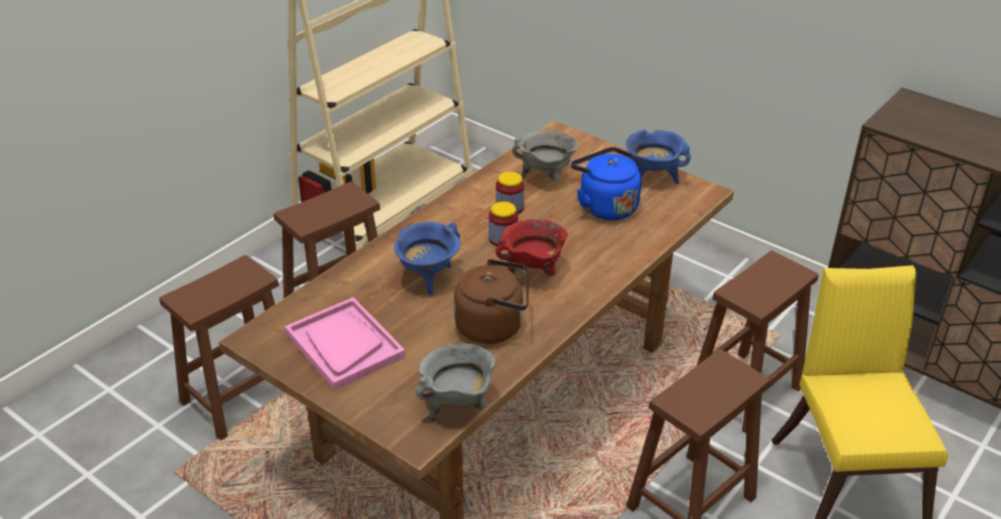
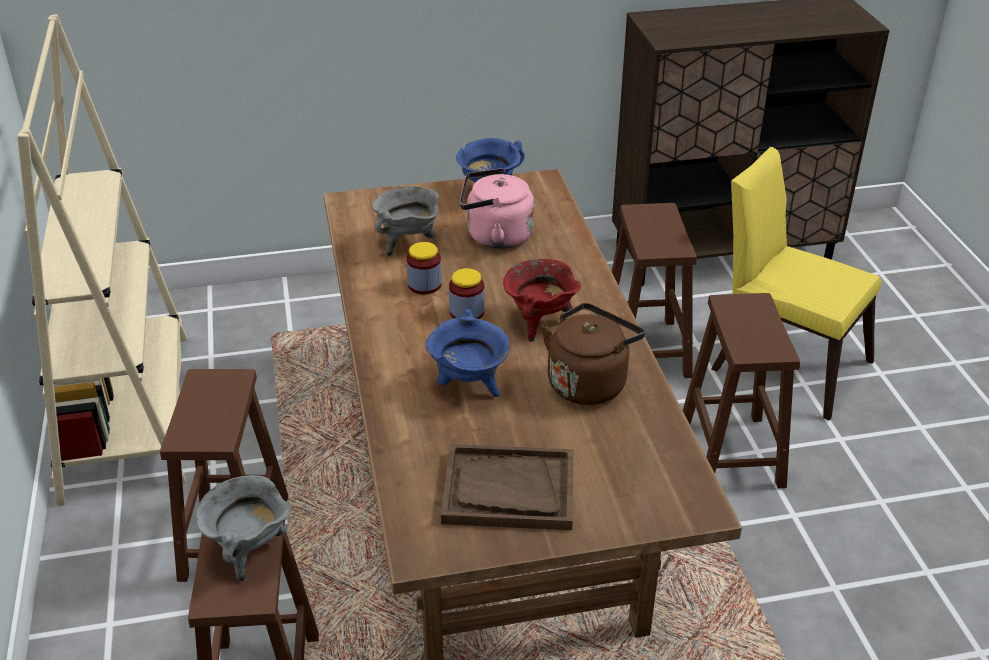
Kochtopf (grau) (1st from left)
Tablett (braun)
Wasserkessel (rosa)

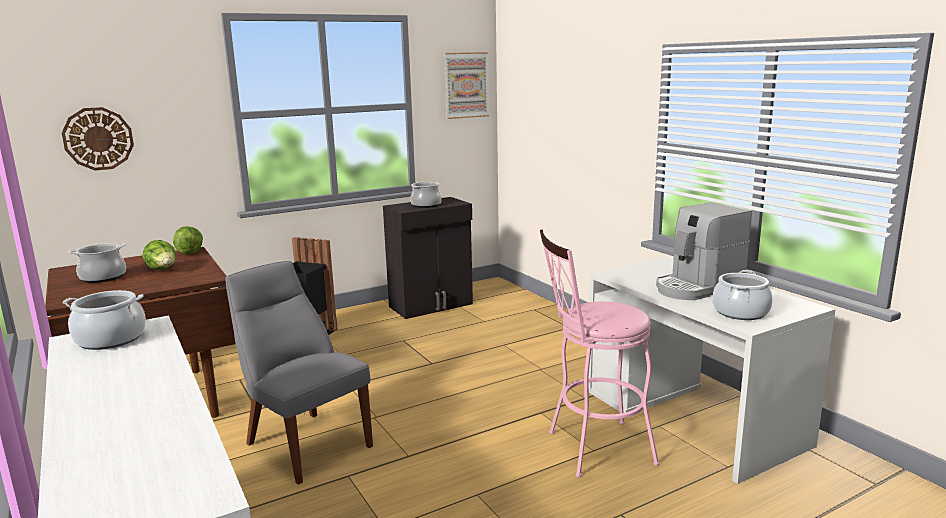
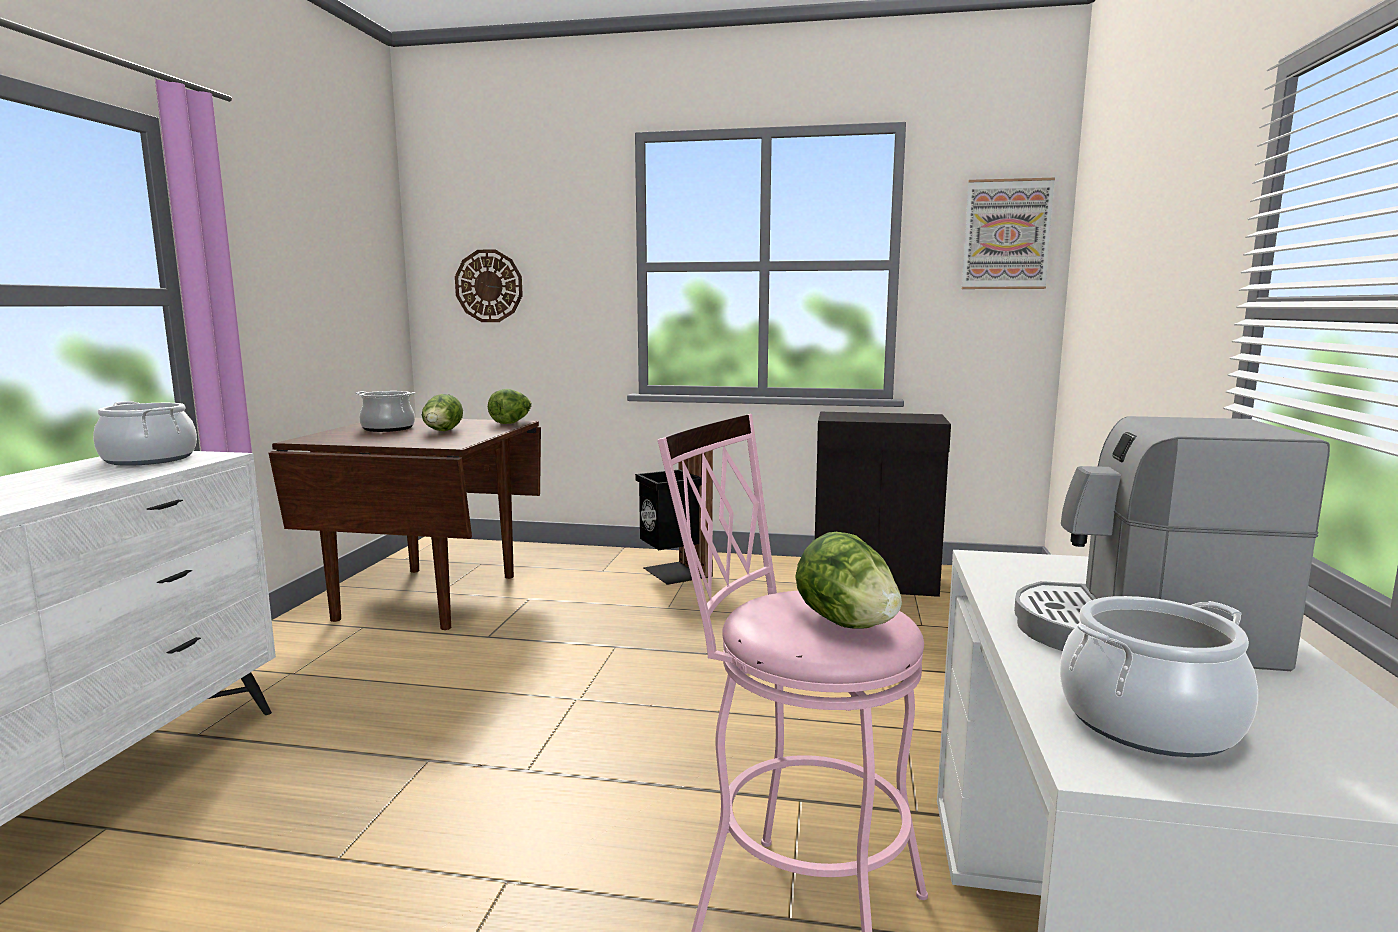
Salatkopf (3rd from left)
Stuhl (grau)
Kochtopf (3rd from left in the first image)

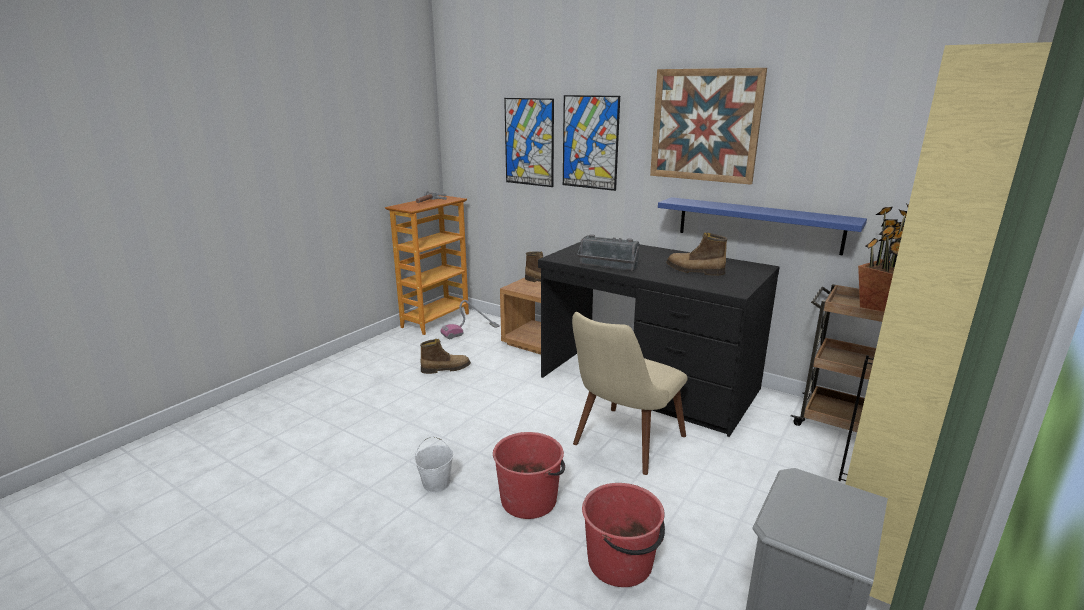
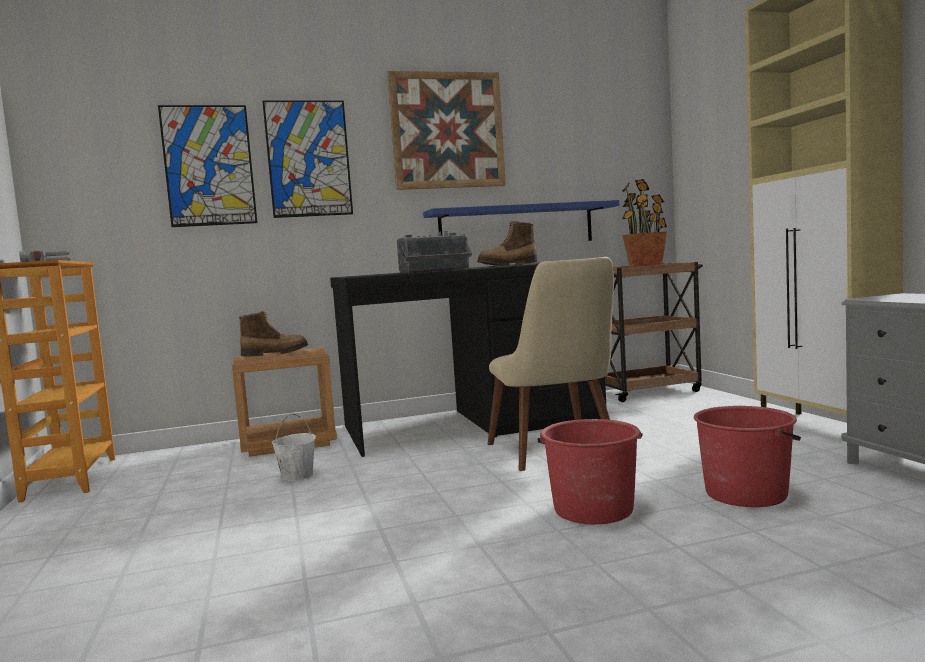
Eimer (weiß)
Stiefel (1st from left in the first image)
Staubsauger

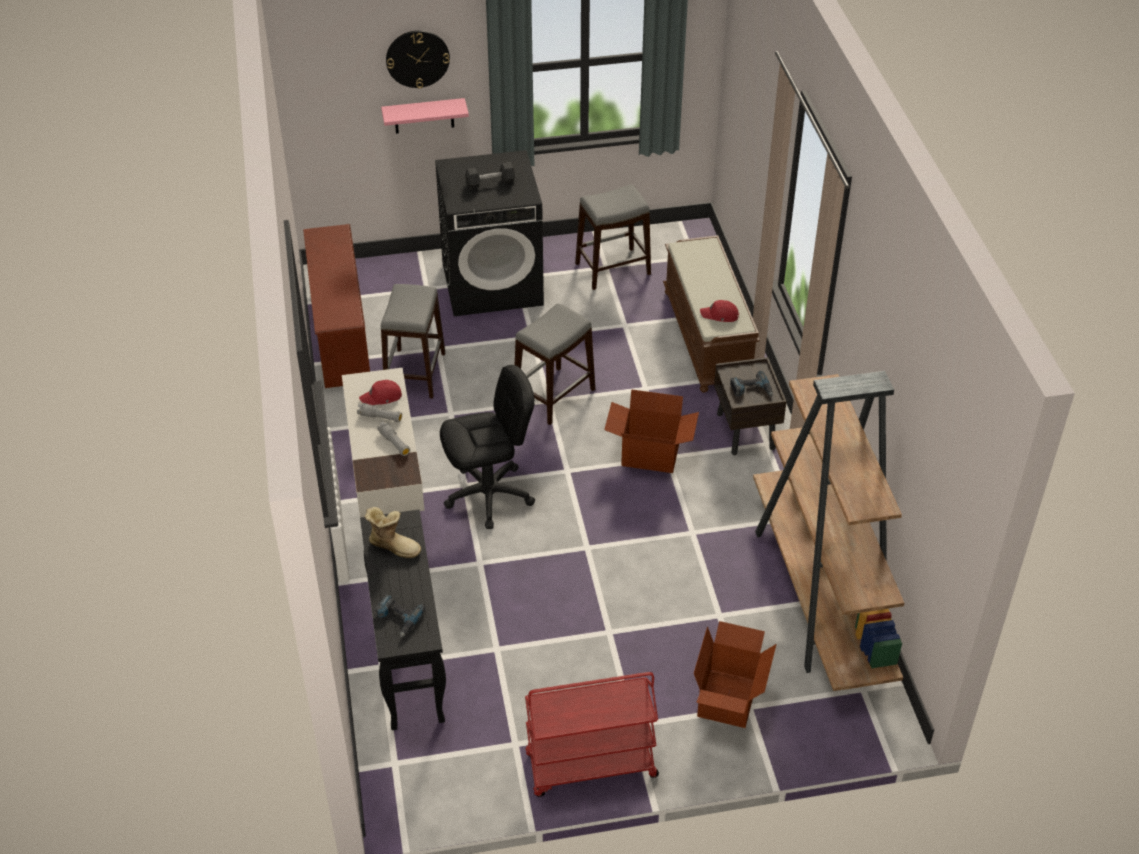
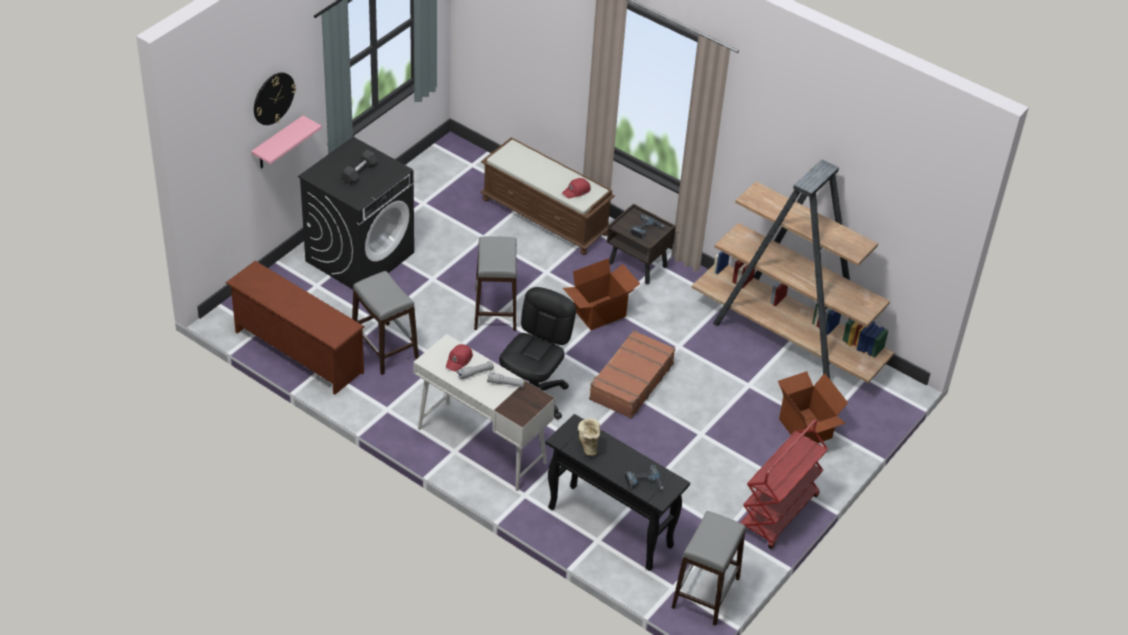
Stiefel
Koffer (braun)
Hocker (grau) (3rd from left)

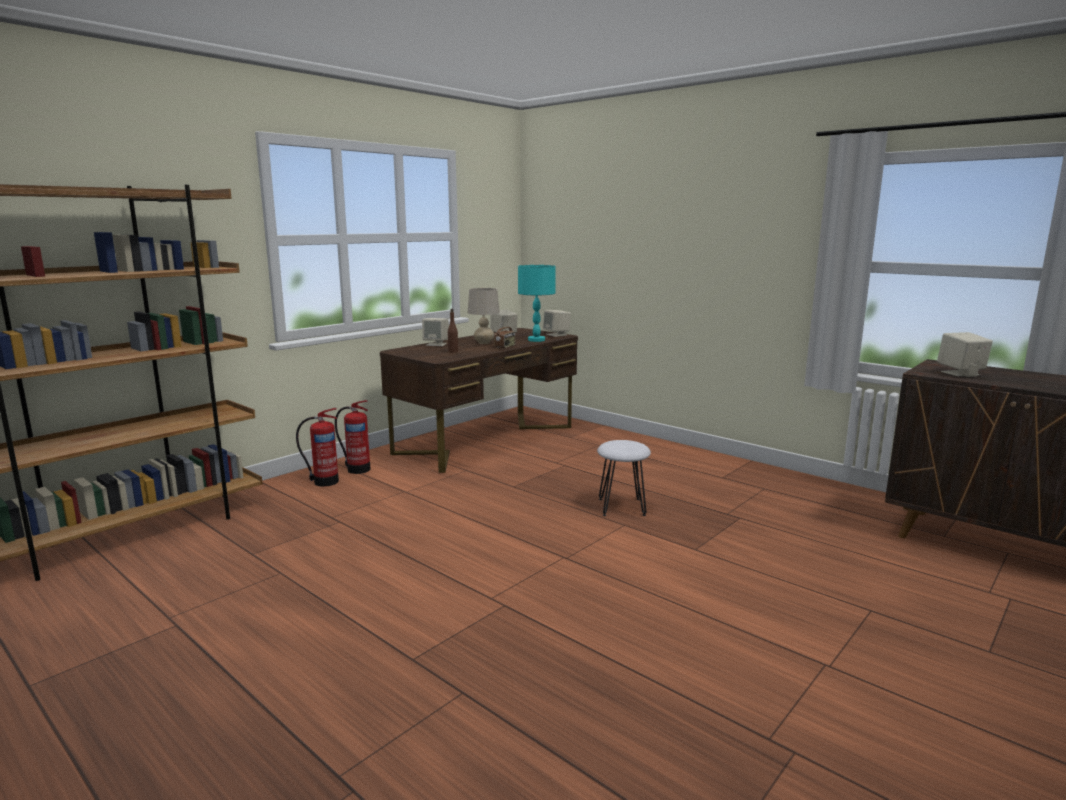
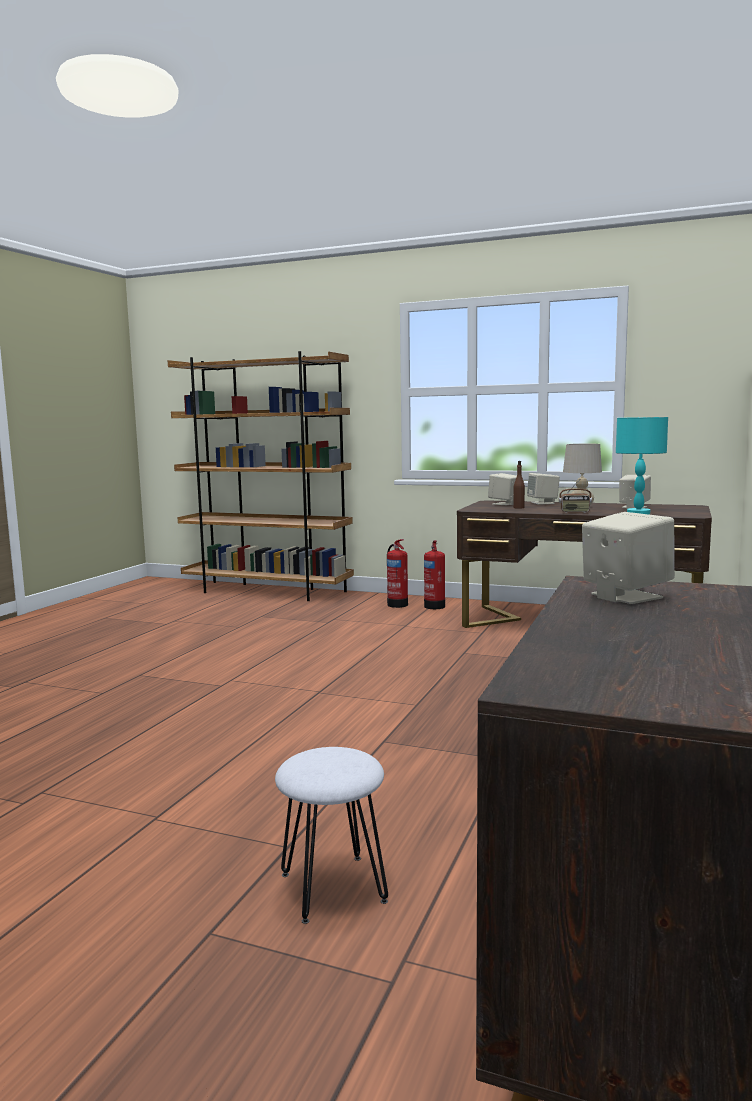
Hocker (weiß)
Lautsprecher (beige) (1st from left)

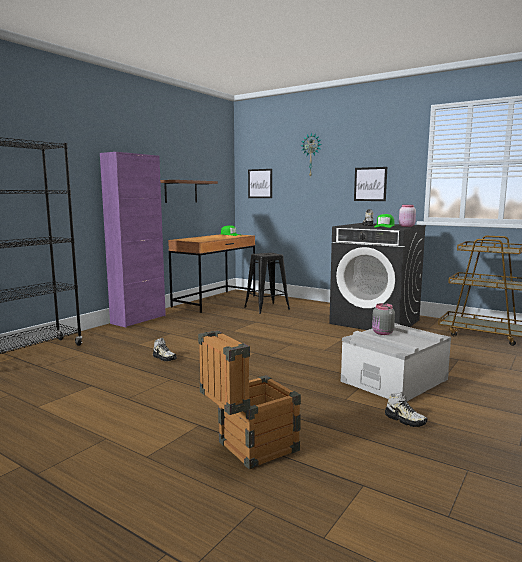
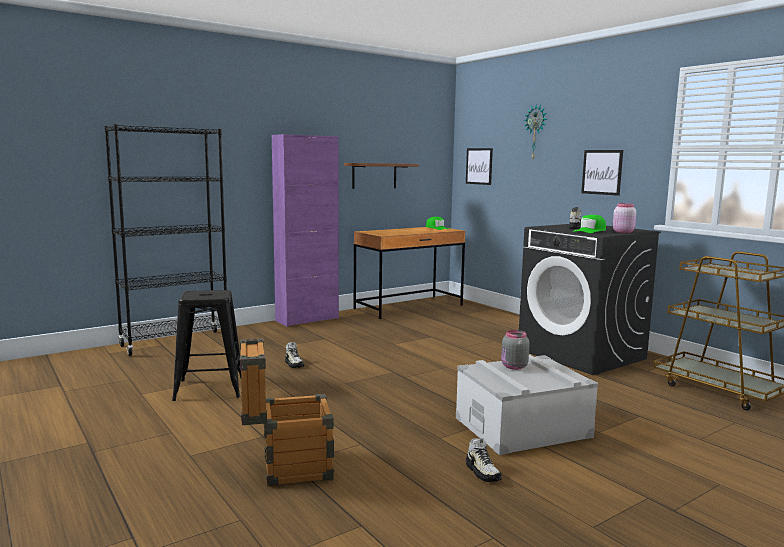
Hocker (schwarz)

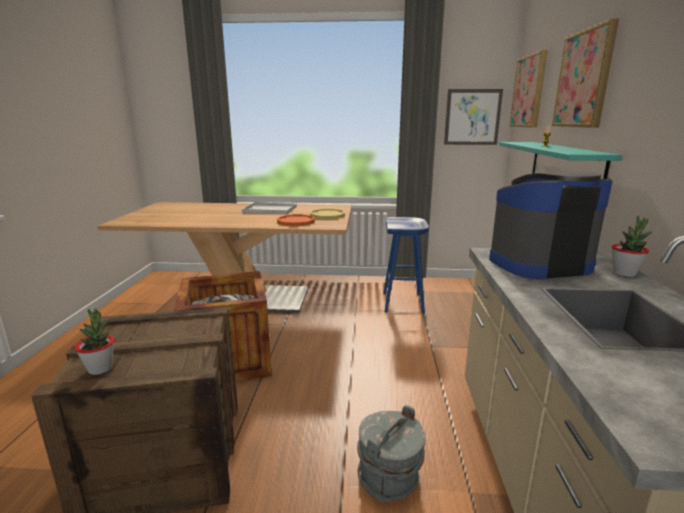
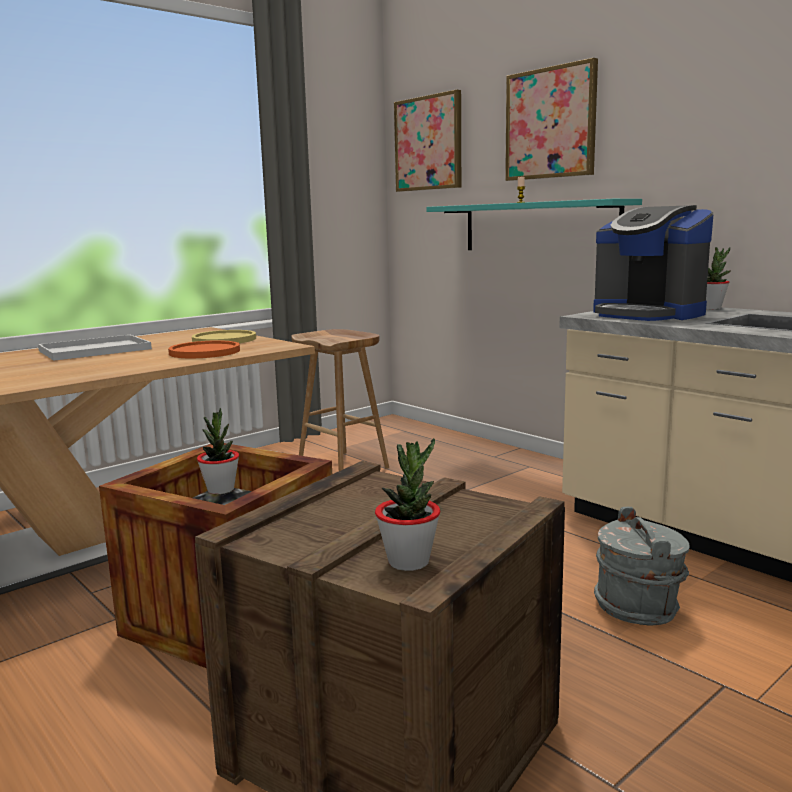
Topfpflanze (1st from left)
Hocker (braun)
Kaffeemaschine
Bild (1st from left in the first image)

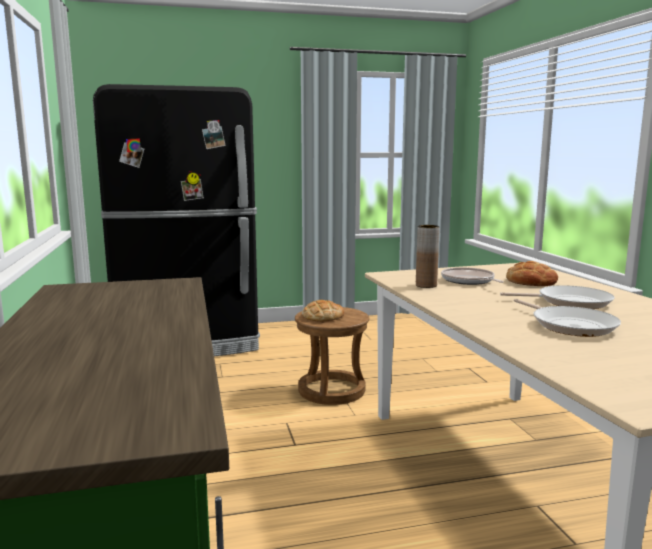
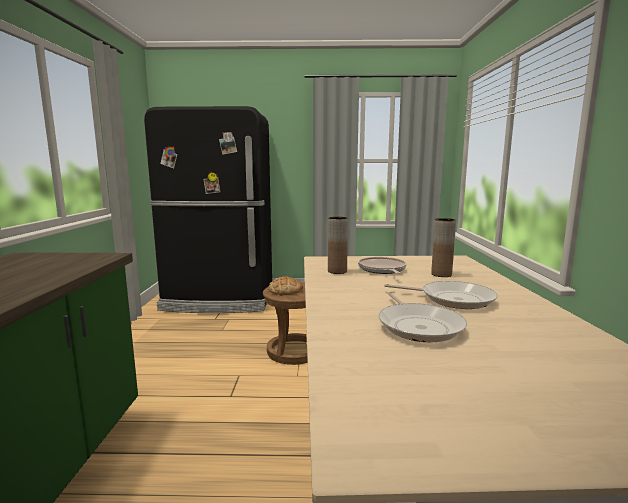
Vase (braun) (2nd from left)

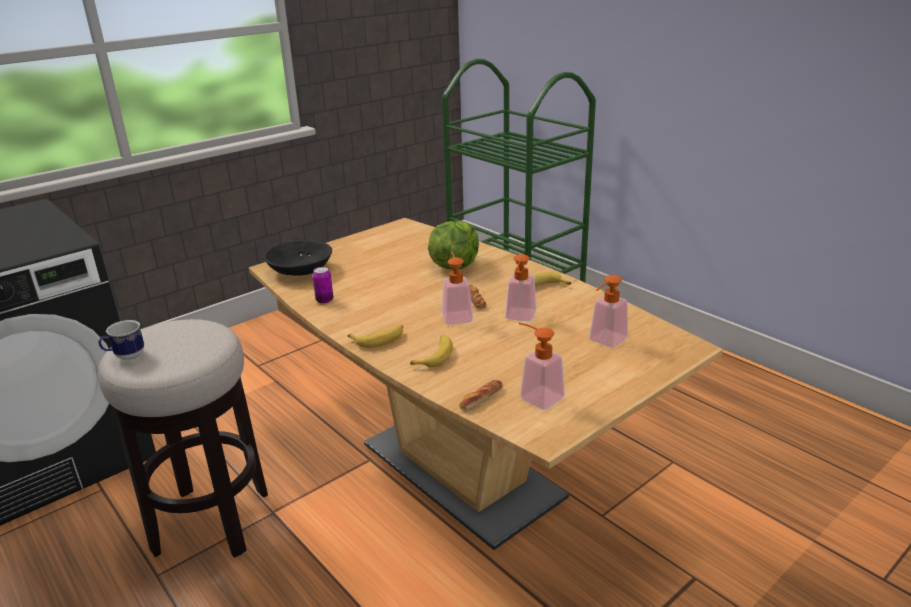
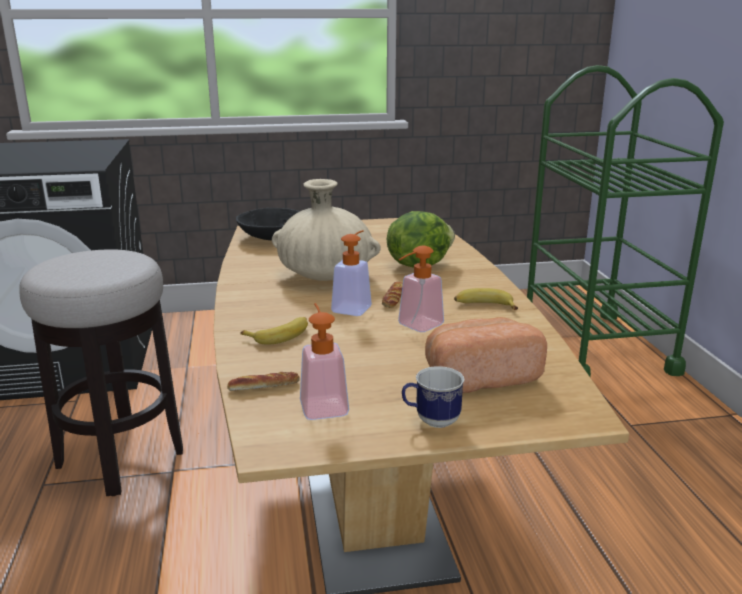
Vase (beige)
Henkelbecher
Brot (3rd from left)
Dose
Banane (1st from left in the first image)

